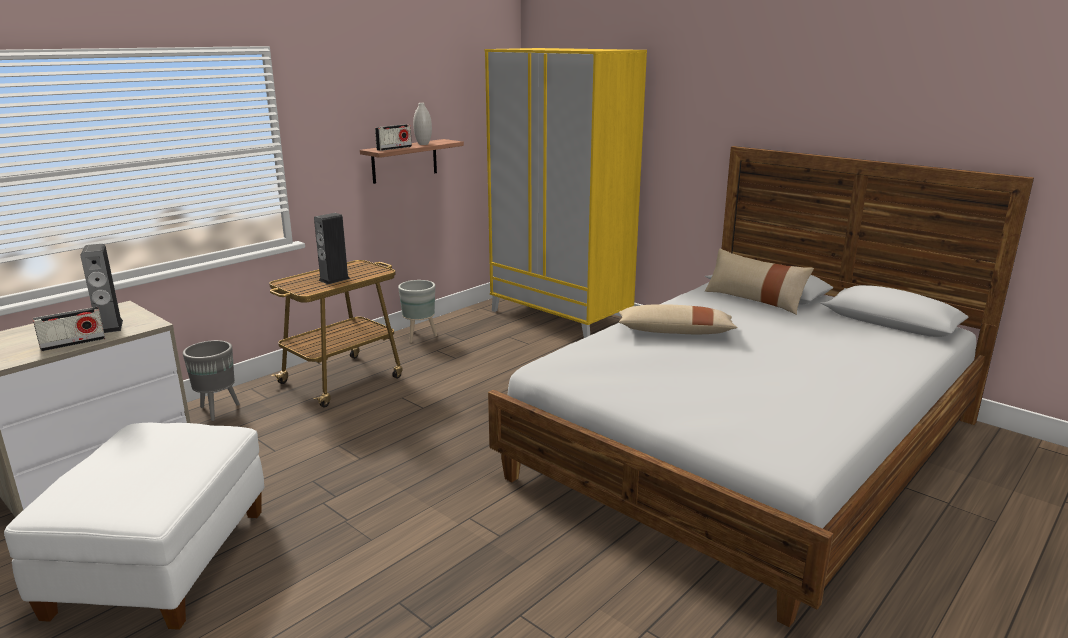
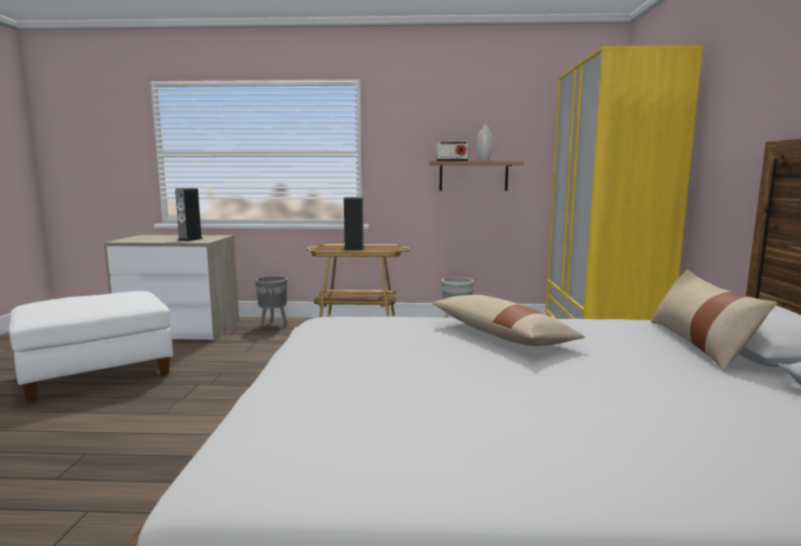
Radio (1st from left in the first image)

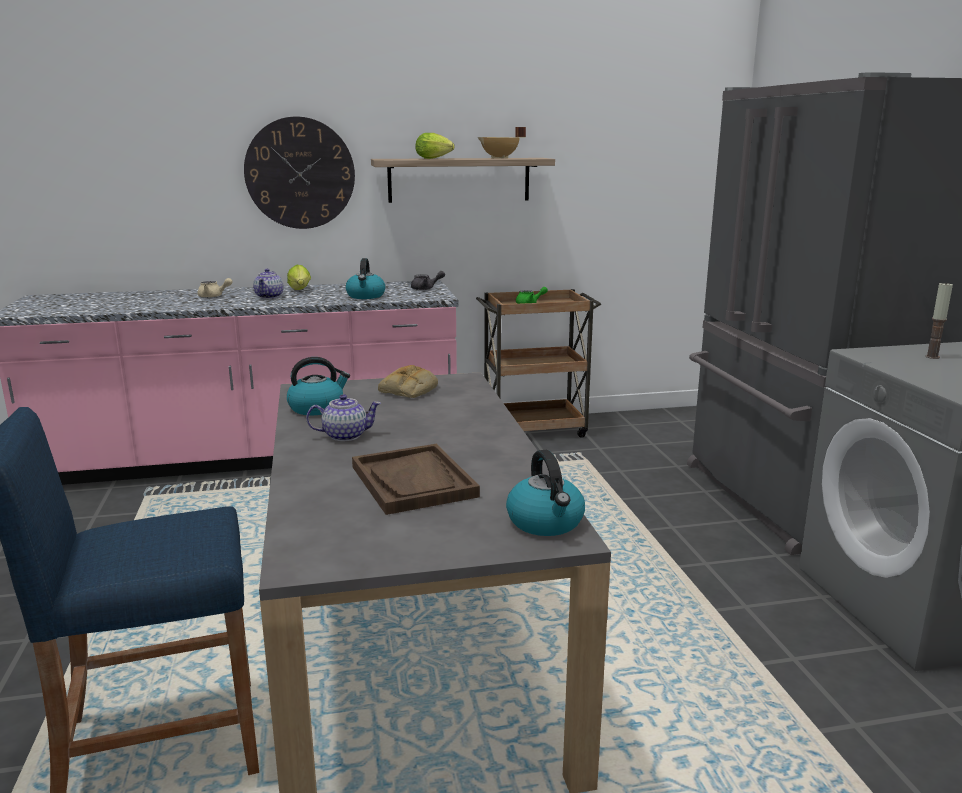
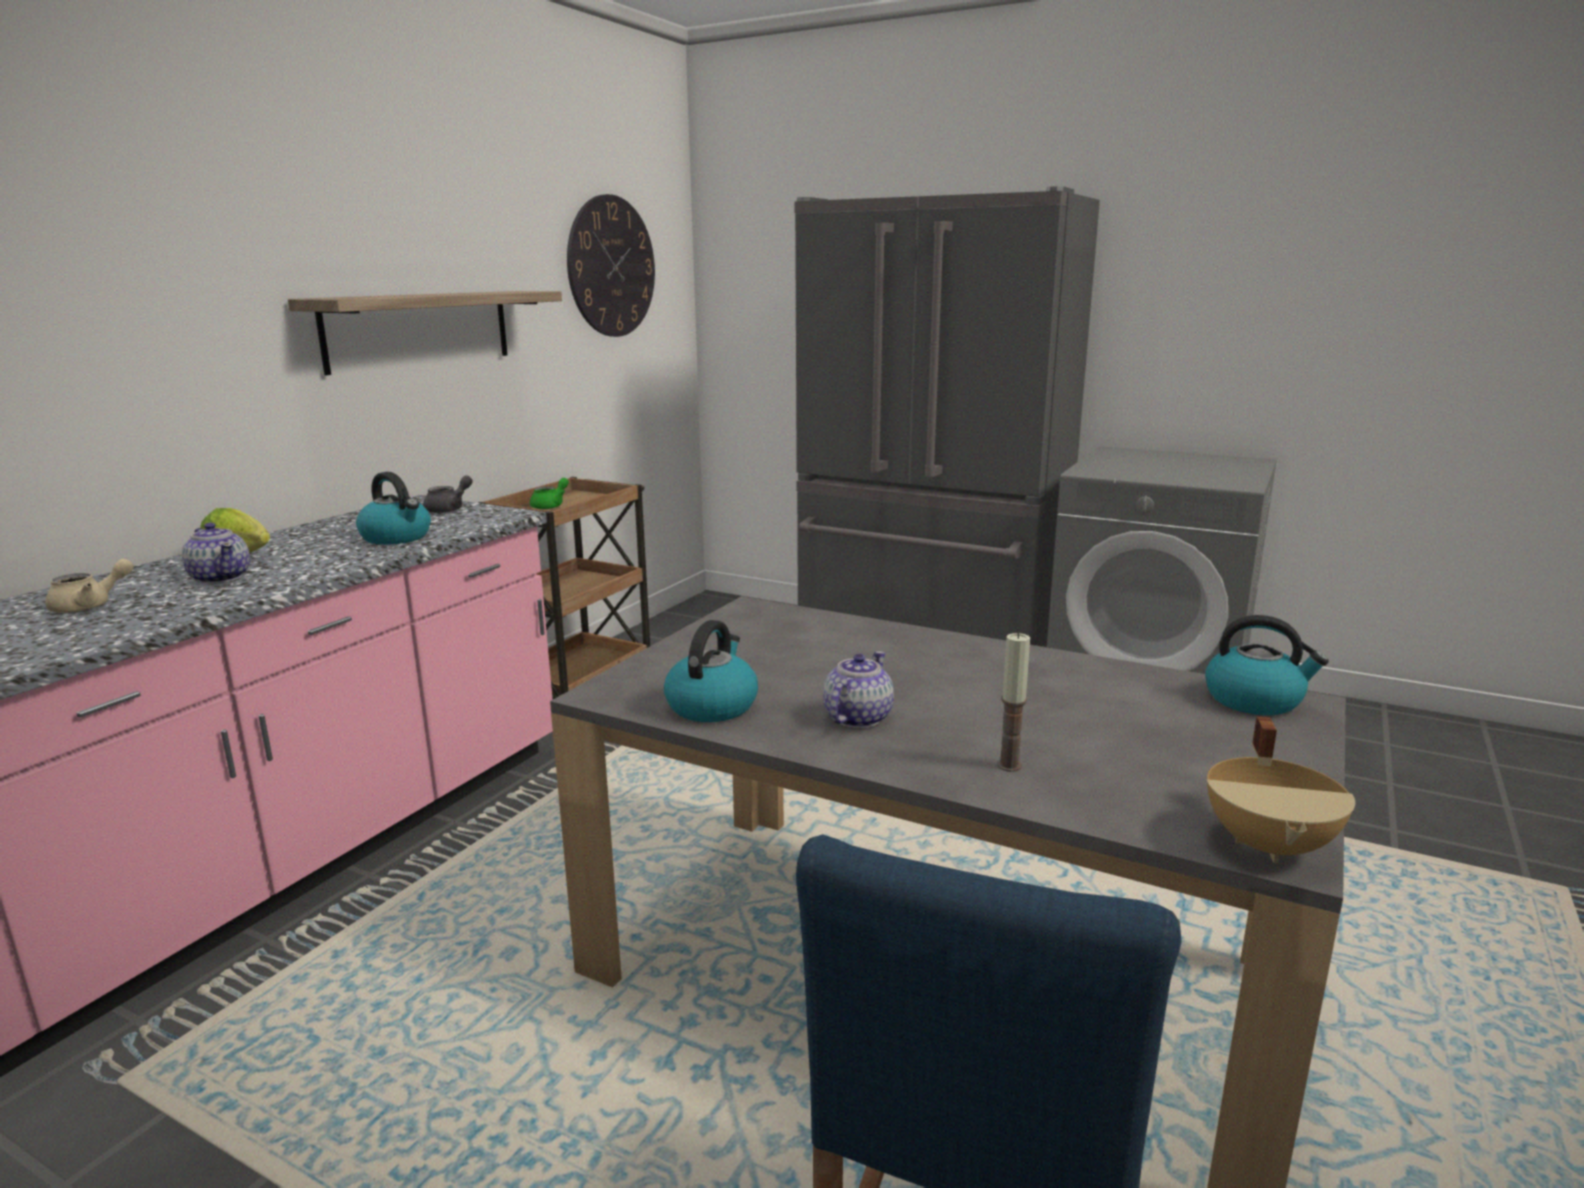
Wanduhr
Kerze
Kochtopf (beige)
Tablett (braun)
Brot
Salatkopf (2nd from left in the first image)

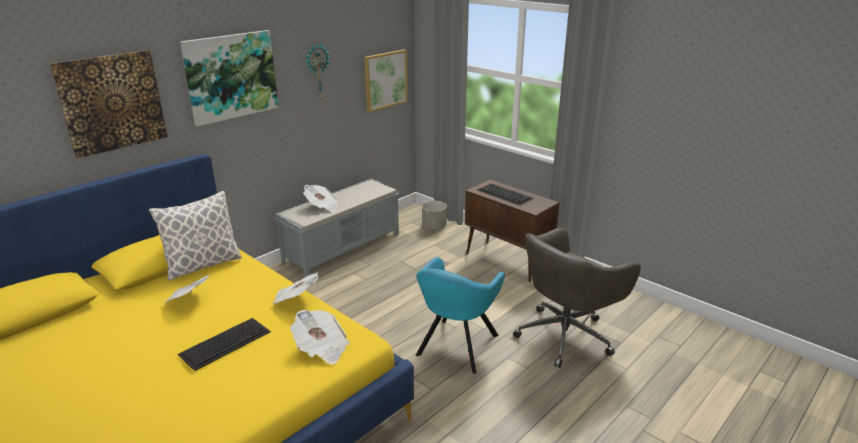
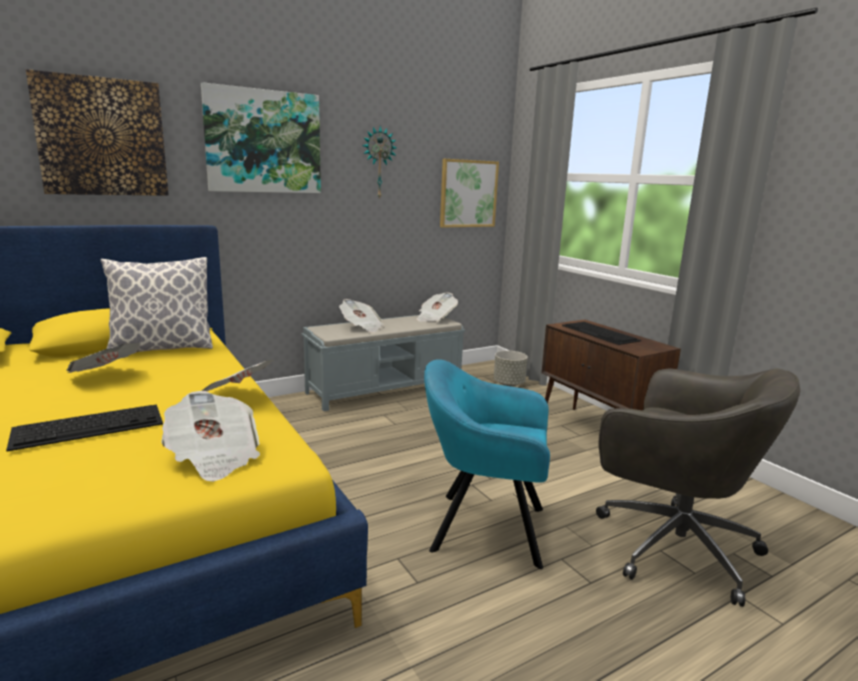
Zeitung (5th from left)
Sessel (türkis)
Bürostuhl (grau)

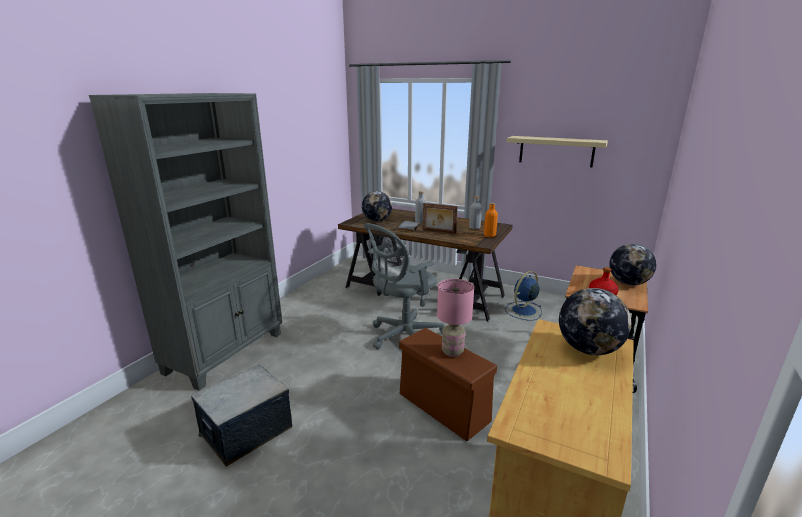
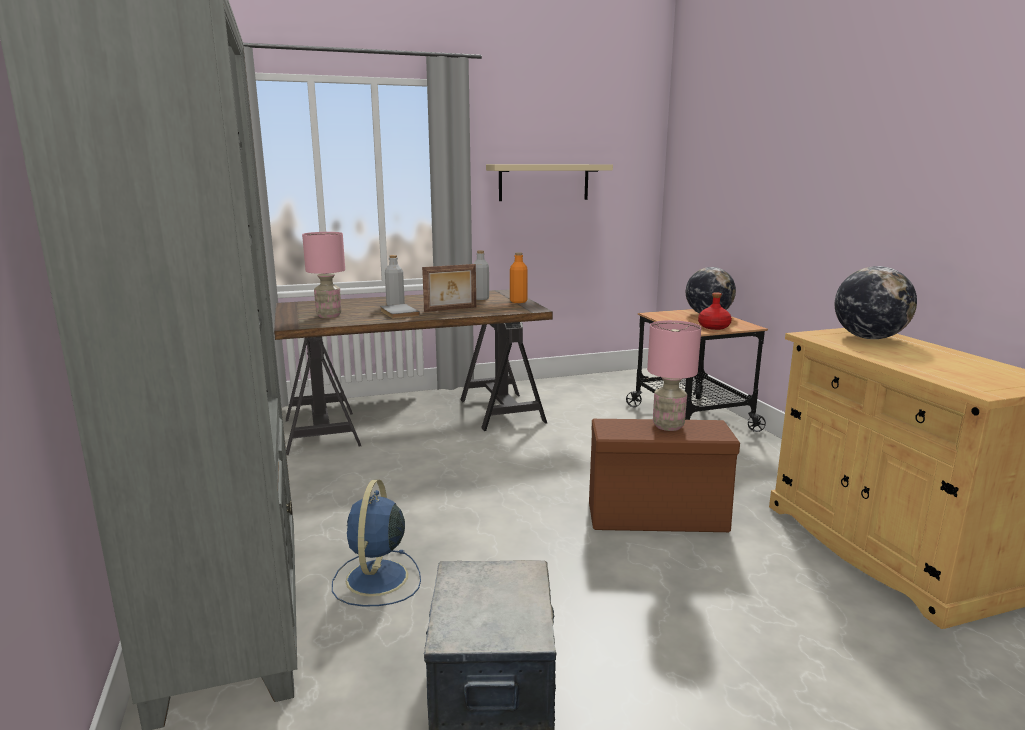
Tischlampe (rosa) (1st from left)
Ventilator (blau)
Bürostuhl (grau)

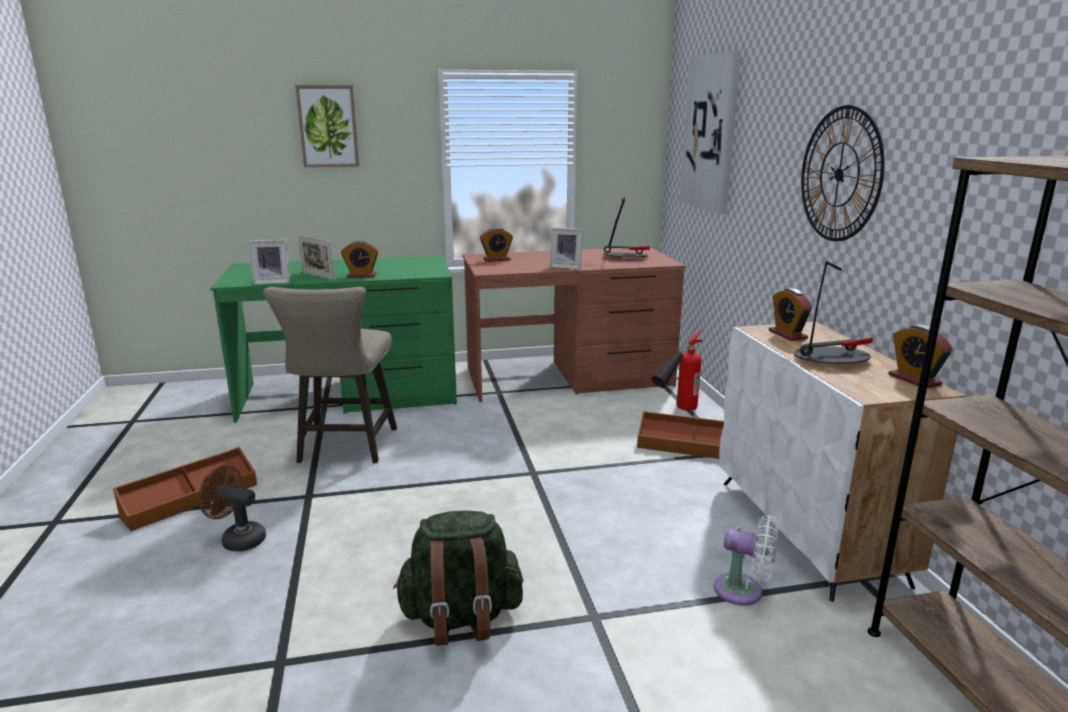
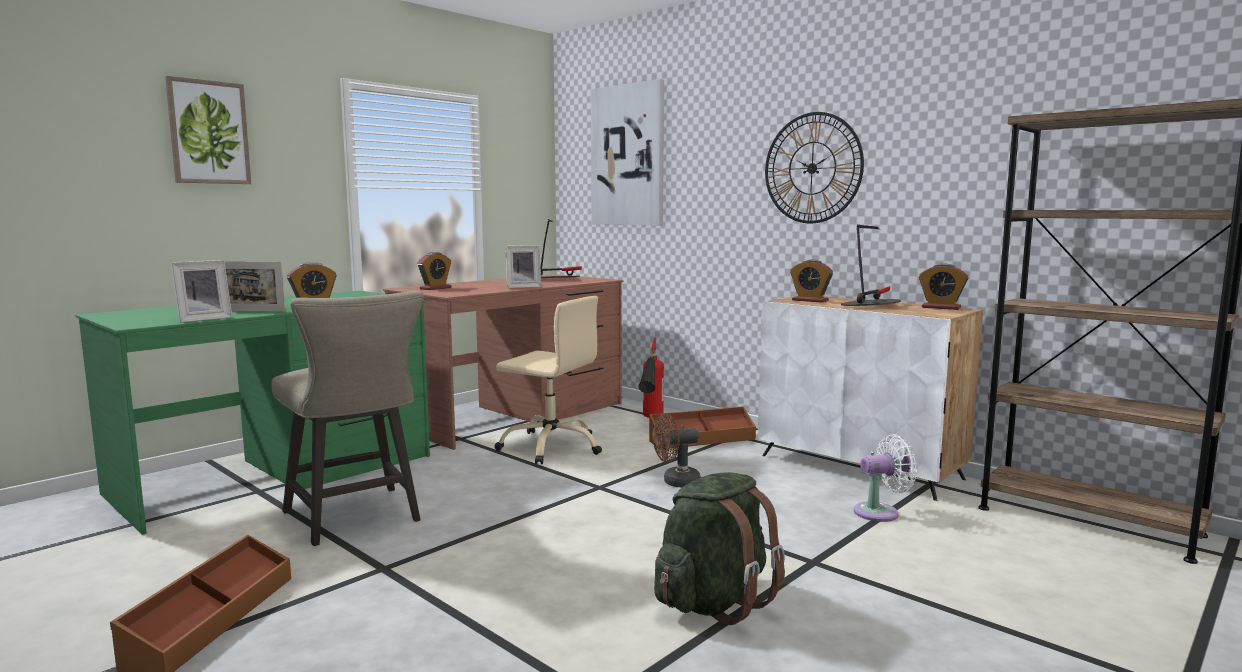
Bürostuhl (beige)
Ventilator (braun)

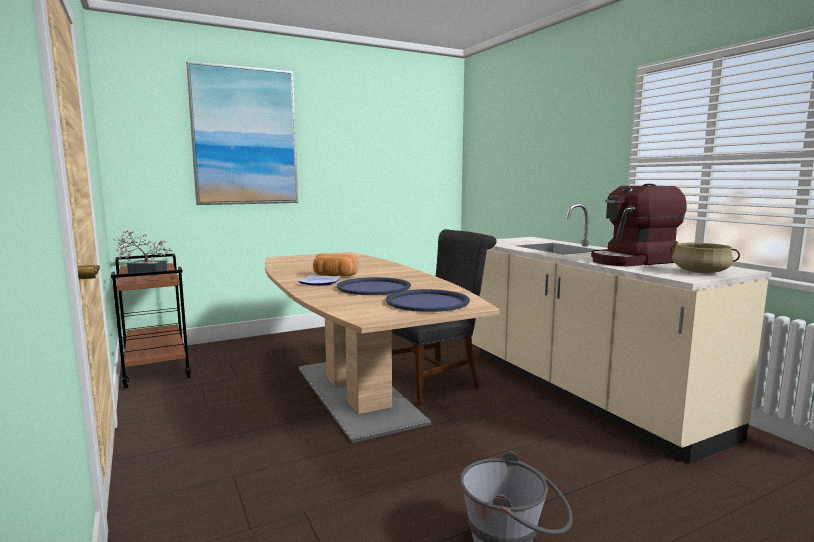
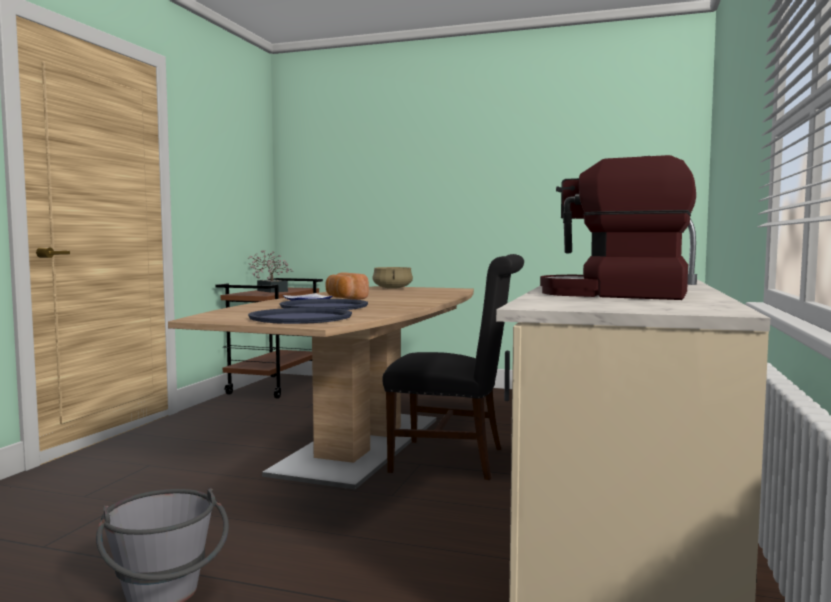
Kochtopf (beige)
Bild

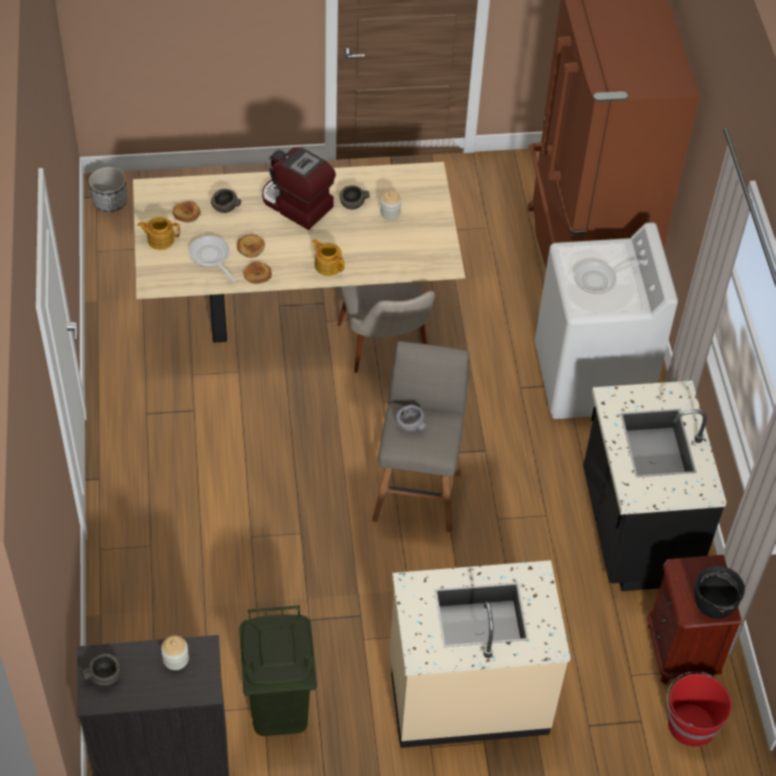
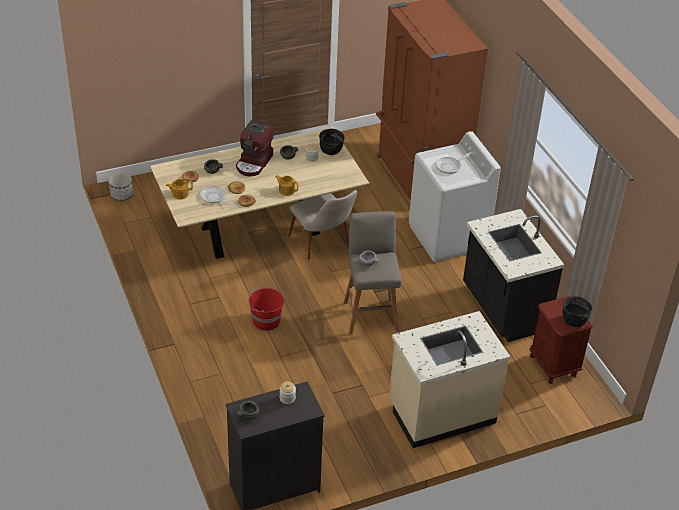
Kaffeemaschine
Eimer (rot)
Kochtopf (schwarz) (1st from left)
Mülleimer (grün)

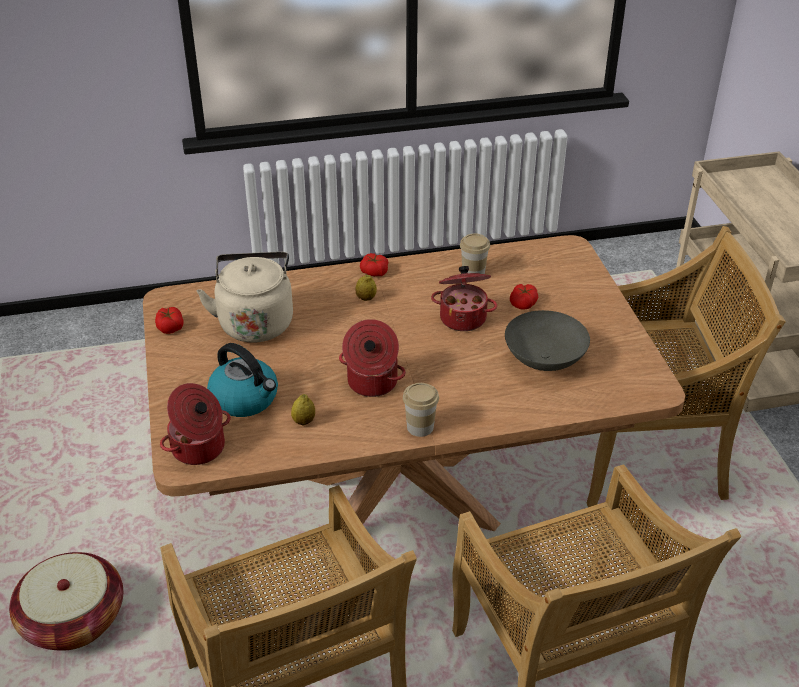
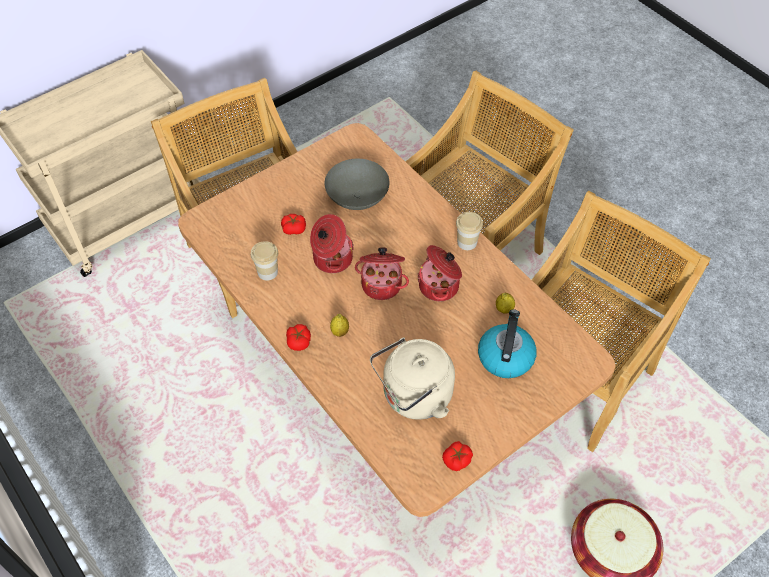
Kochtopf (2nd from left)

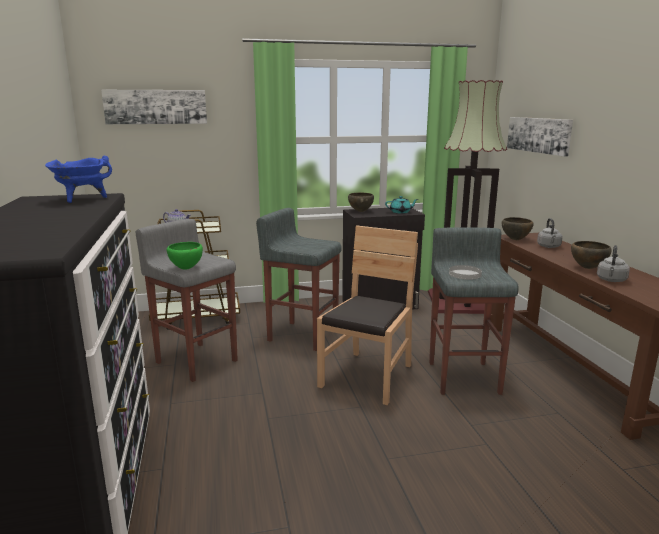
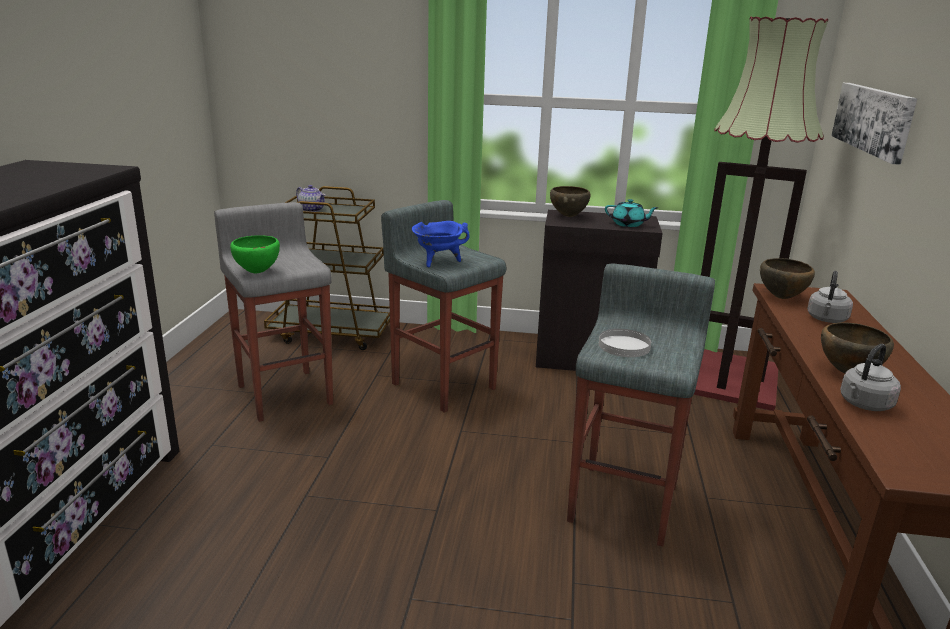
Kochtopf (blau)
Bild (1st from left in the first image)
Stuhl (braun)

